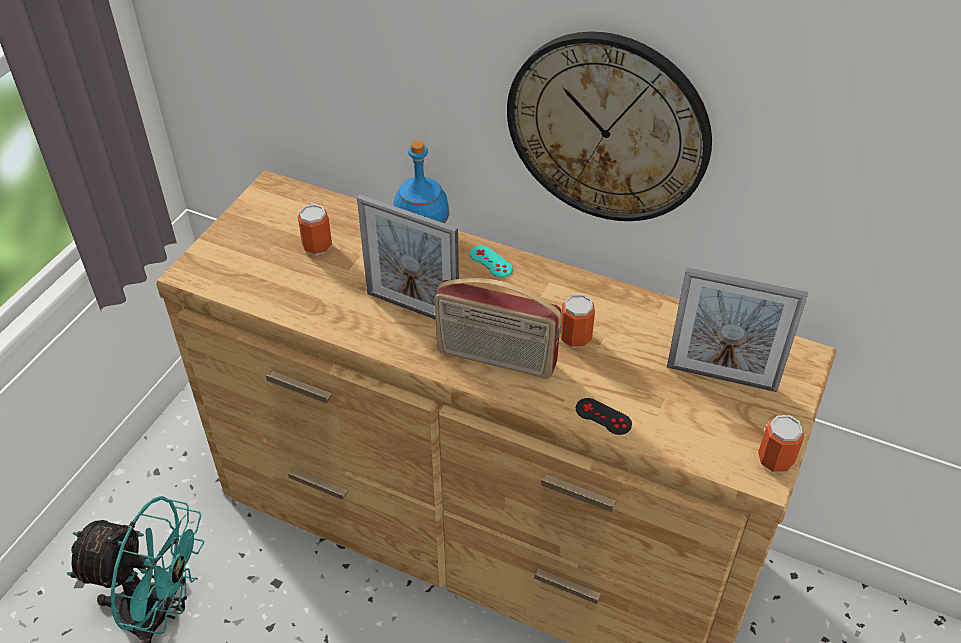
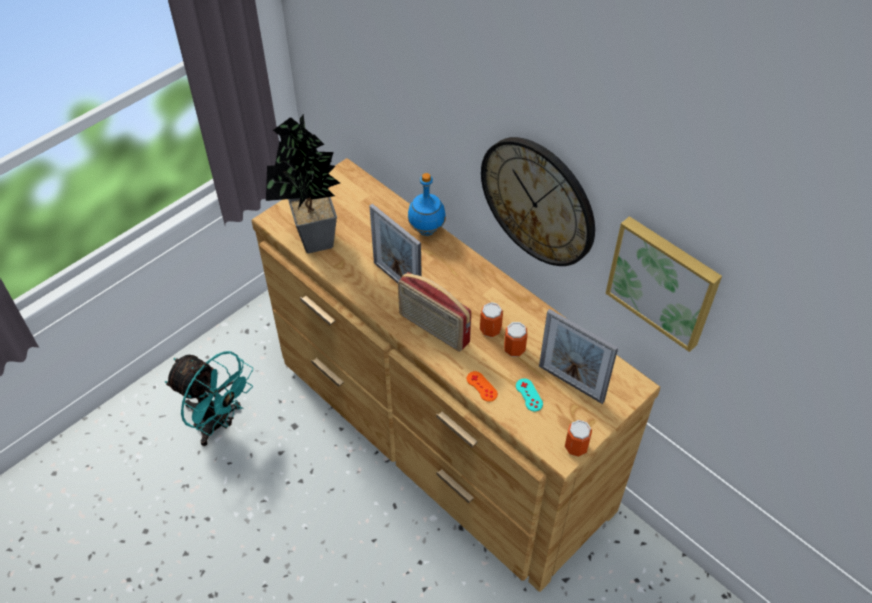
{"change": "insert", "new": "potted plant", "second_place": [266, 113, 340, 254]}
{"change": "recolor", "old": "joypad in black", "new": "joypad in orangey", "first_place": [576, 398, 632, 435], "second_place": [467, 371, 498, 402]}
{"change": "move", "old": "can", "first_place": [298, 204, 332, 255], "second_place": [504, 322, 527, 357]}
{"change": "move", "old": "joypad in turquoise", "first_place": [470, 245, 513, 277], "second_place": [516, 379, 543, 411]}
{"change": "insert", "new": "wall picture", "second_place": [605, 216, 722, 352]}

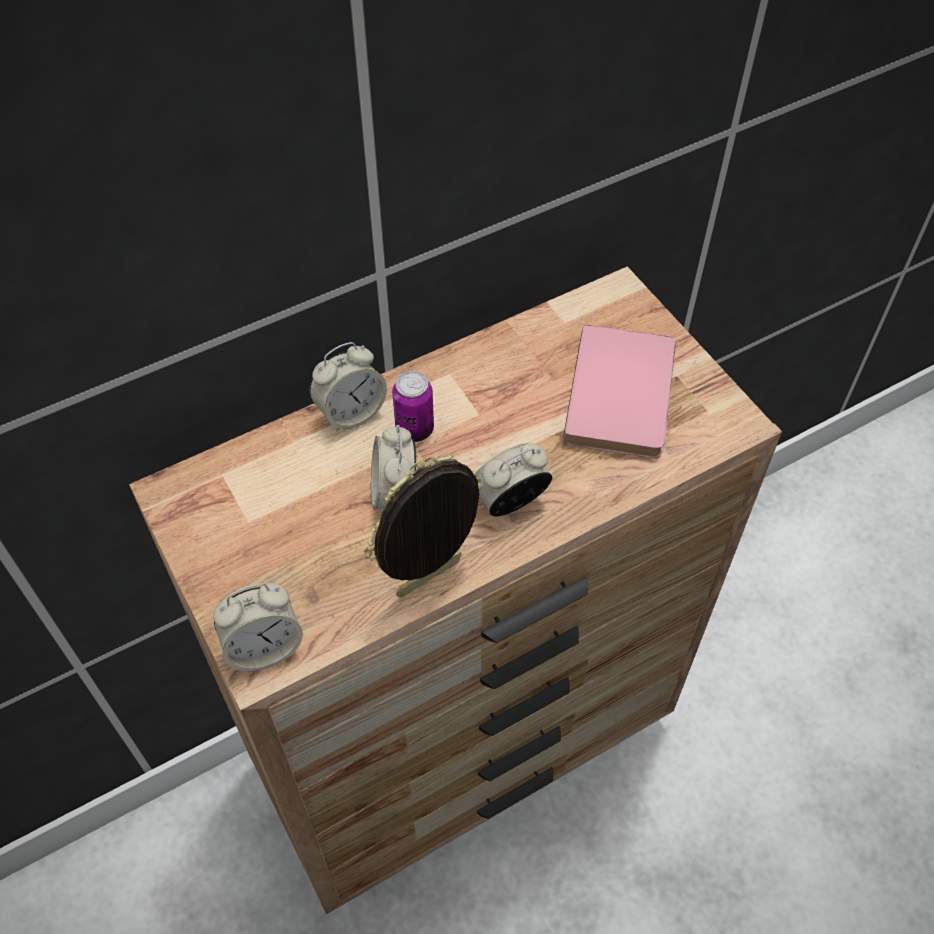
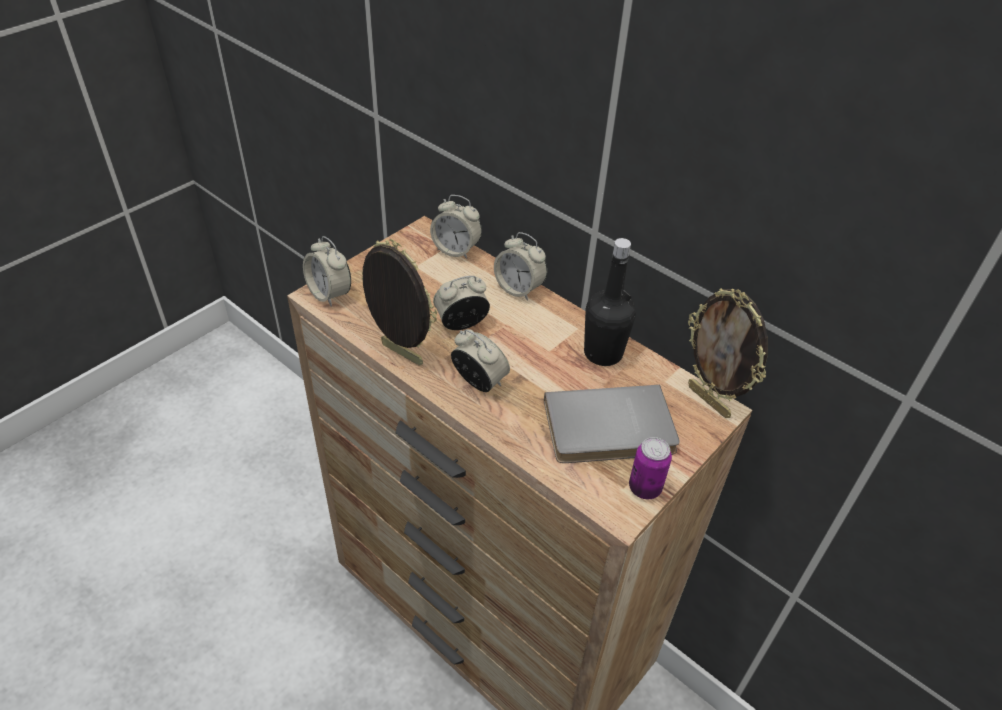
{"change": "insert", "new": "bedside clock", "second_place": [430, 195, 482, 259]}
{"change": "recolor", "old": "book in pinkish", "new": "book in gray", "first_place": [563, 325, 676, 459], "second_place": [544, 385, 680, 463]}
{"change": "insert", "new": "beverage bottle in black", "second_place": [584, 238, 636, 366]}
{"change": "move", "old": "can", "first_place": [392, 371, 434, 442], "second_place": [629, 437, 672, 499]}
{"change": "insert", "new": "photo frame", "second_place": [688, 288, 768, 418]}

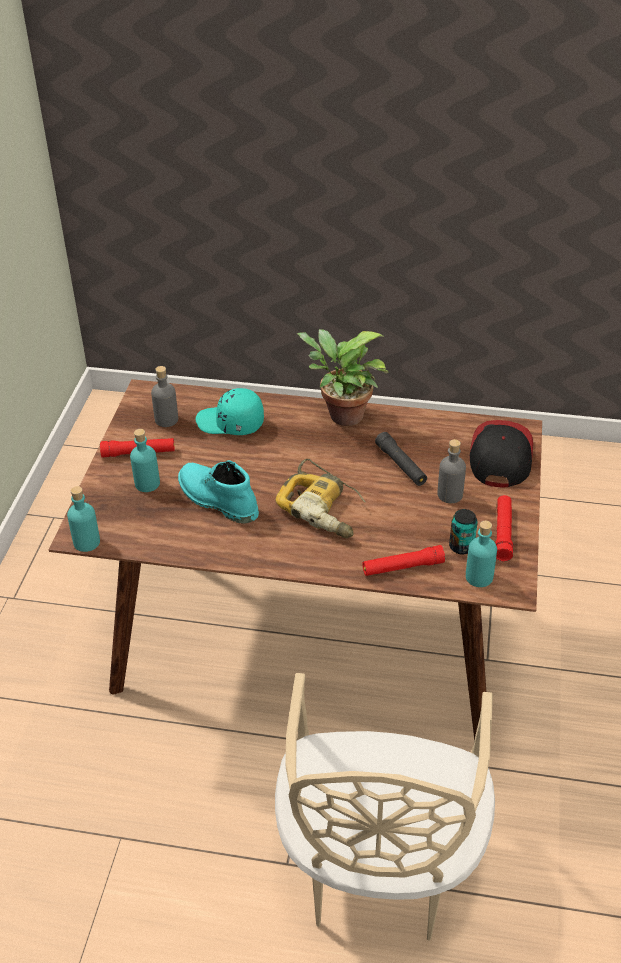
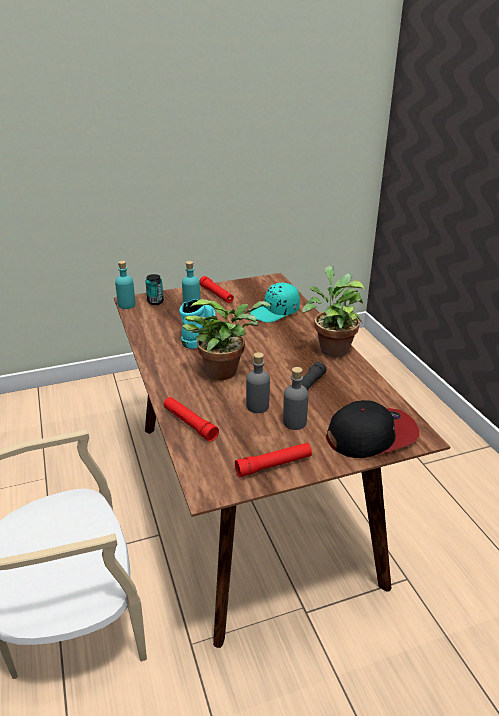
{"change": "move", "old": "can", "first_place": [449, 509, 478, 555], "second_place": [145, 274, 164, 305]}
{"change": "replace", "old": "power drill", "new": "potted plant", "first_place": [275, 459, 366, 538], "second_place": [183, 299, 271, 380]}
{"change": "move", "old": "beverage bottle in gray", "first_place": [151, 366, 178, 427], "second_place": [246, 352, 270, 413]}
{"change": "rotate", "old": "cap in turquoise", "first_place": [196, 388, 264, 435], "second_place": [250, 283, 300, 323], "degrees": -105}
{"change": "delete", "old": "beverage bottle in turquoise", "first_place": [466, 521, 497, 587]}

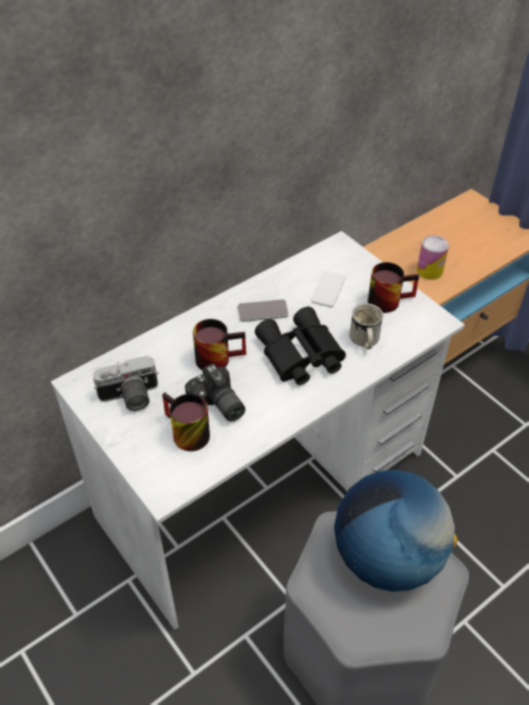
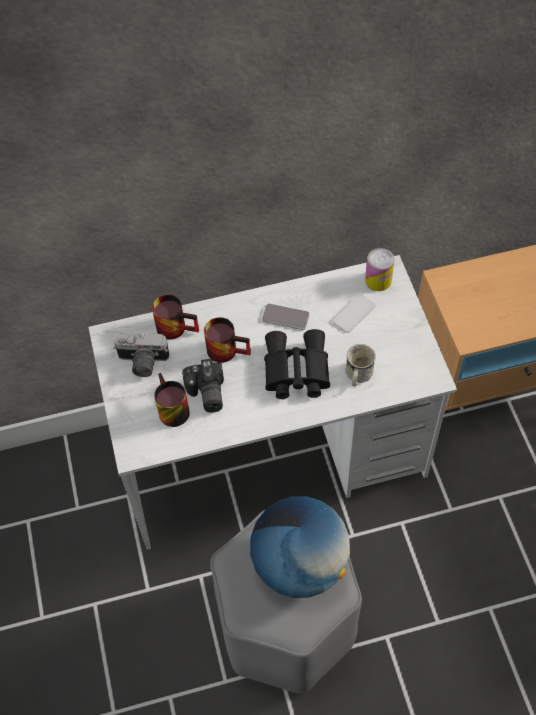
{"change": "move", "old": "coffee mug", "first_place": [368, 262, 419, 313], "second_place": [152, 295, 199, 340]}
{"change": "move", "old": "can", "first_place": [417, 235, 449, 280], "second_place": [365, 248, 394, 291]}

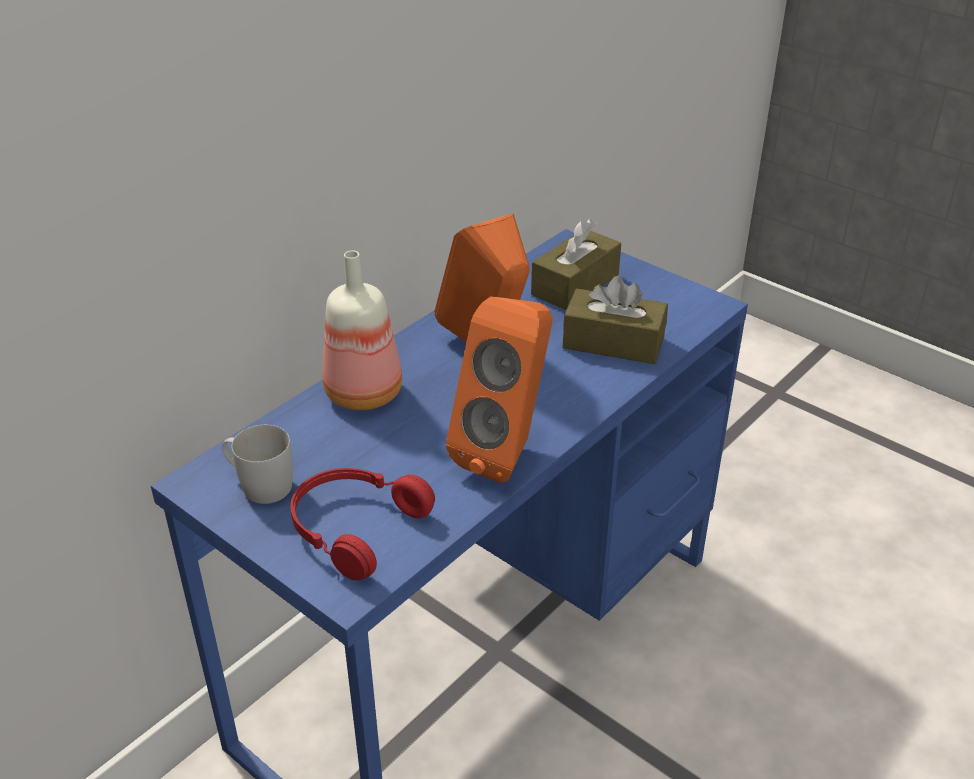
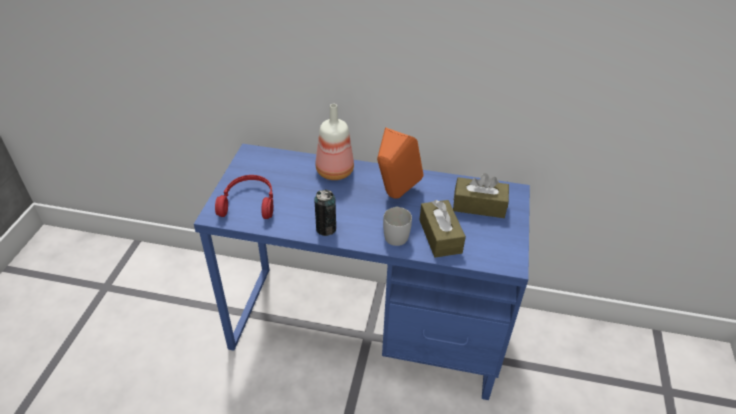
{"change": "replace", "old": "audio speaker in orangey", "new": "can", "first_place": [446, 296, 553, 483], "second_place": [314, 189, 336, 236]}
{"change": "move", "old": "coffee mug in white-coloured", "first_place": [222, 425, 293, 504], "second_place": [383, 206, 412, 246]}

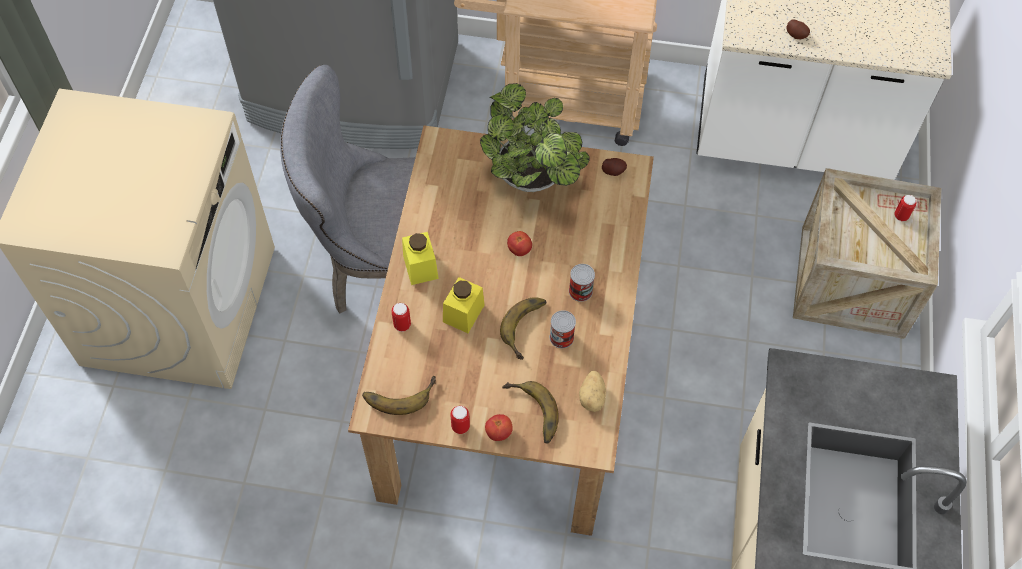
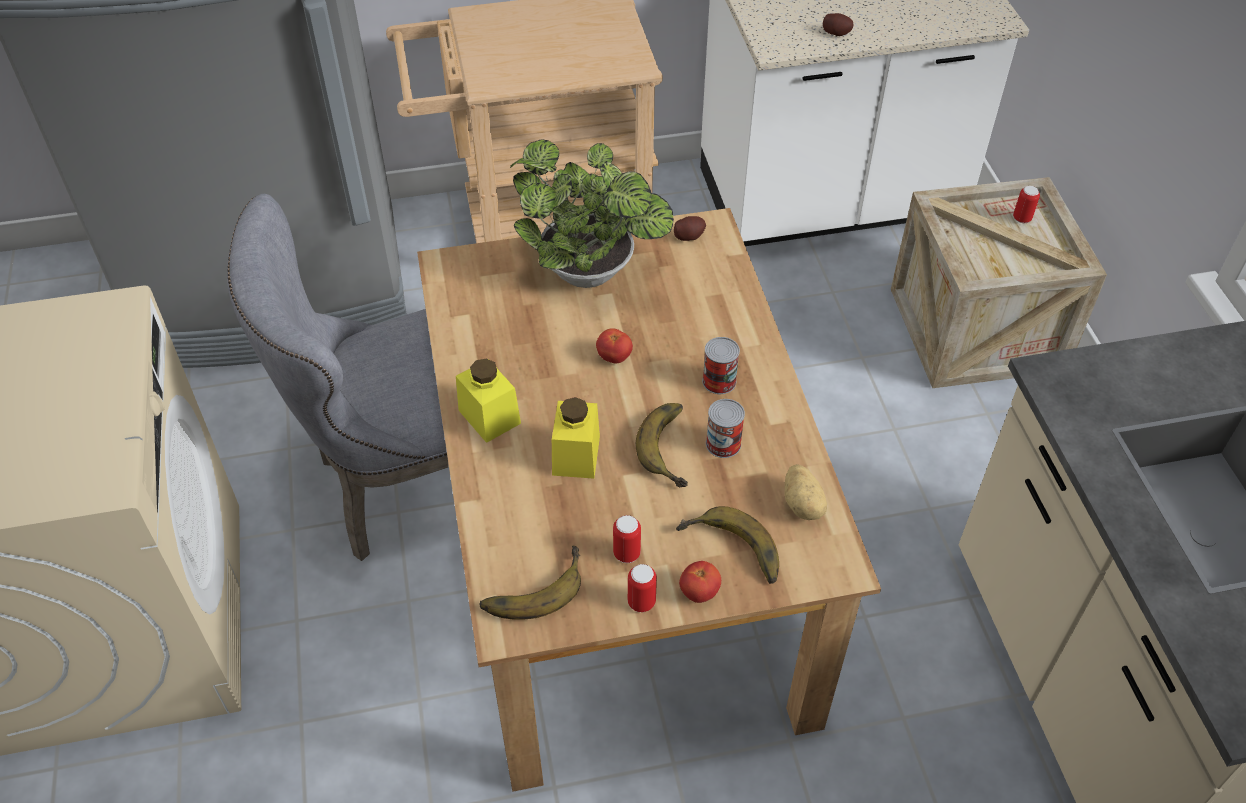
{"change": "move", "old": "can", "first_place": [392, 303, 411, 332], "second_place": [613, 515, 641, 563]}

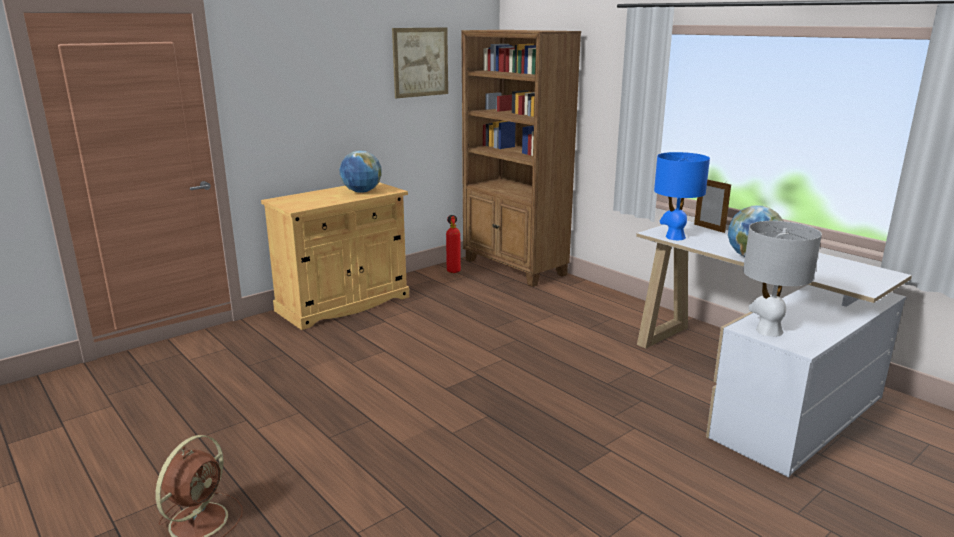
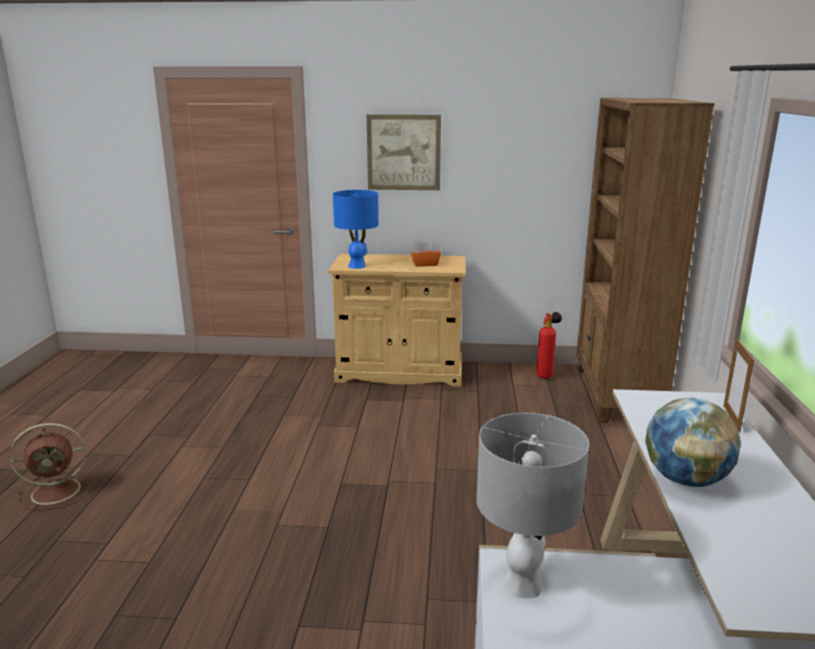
{"change": "move", "old": "table lamp in blue-coloured", "first_place": [654, 152, 710, 240], "second_place": [333, 190, 379, 269]}
{"change": "move", "old": "wall picture", "first_place": [392, 27, 448, 98], "second_place": [367, 114, 441, 190]}
{"change": "replace", "old": "globe", "new": "tissue box in orangey", "first_place": [340, 151, 382, 193], "second_place": [411, 243, 441, 267]}

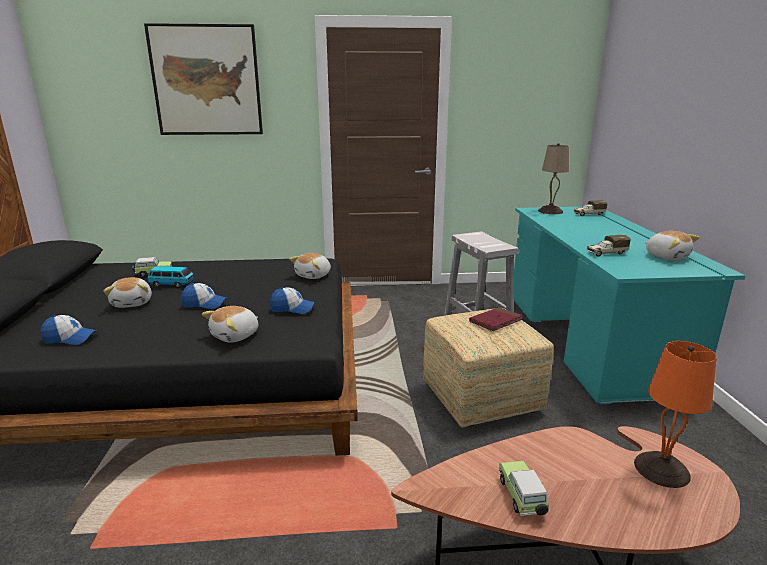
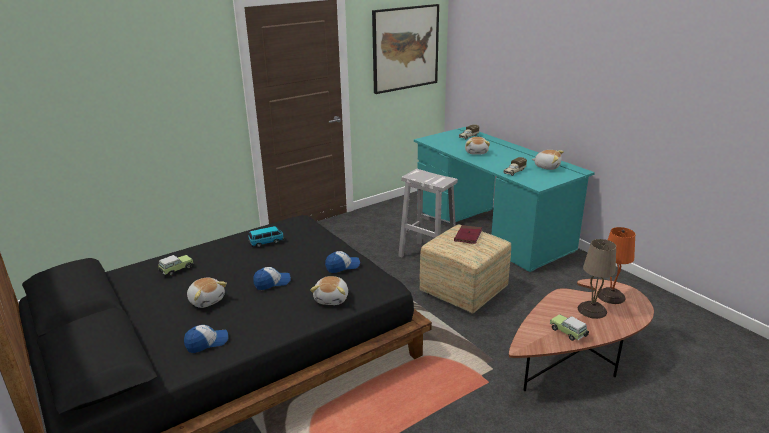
{"change": "move", "old": "model car", "first_place": [148, 266, 195, 288], "second_place": [248, 226, 284, 247]}
{"change": "move", "old": "wall picture", "first_place": [144, 23, 263, 135], "second_place": [372, 4, 439, 94]}
{"change": "move", "old": "plush toy", "first_place": [290, 253, 331, 279], "second_place": [465, 137, 490, 155]}
{"change": "move", "old": "table lamp in beige-coloured", "first_place": [538, 143, 569, 214], "second_place": [578, 239, 616, 319]}

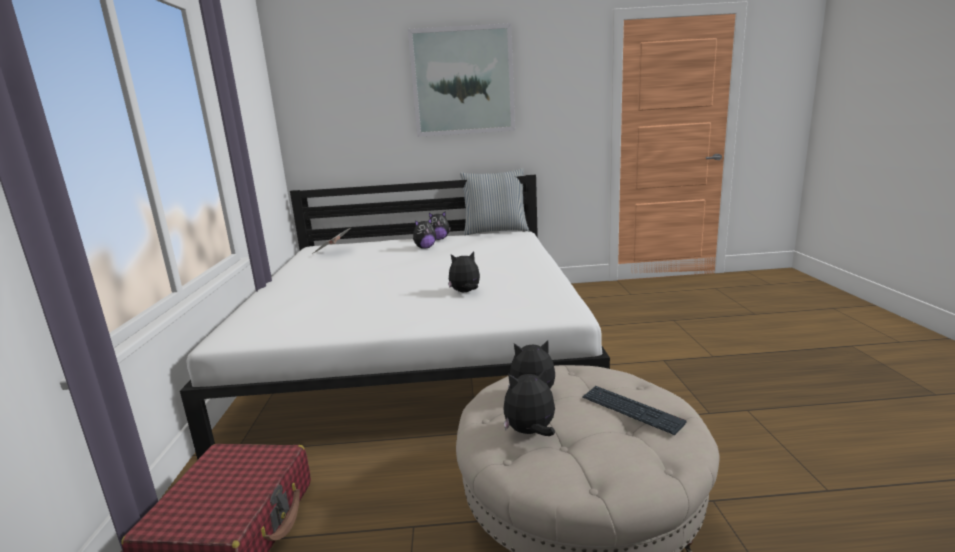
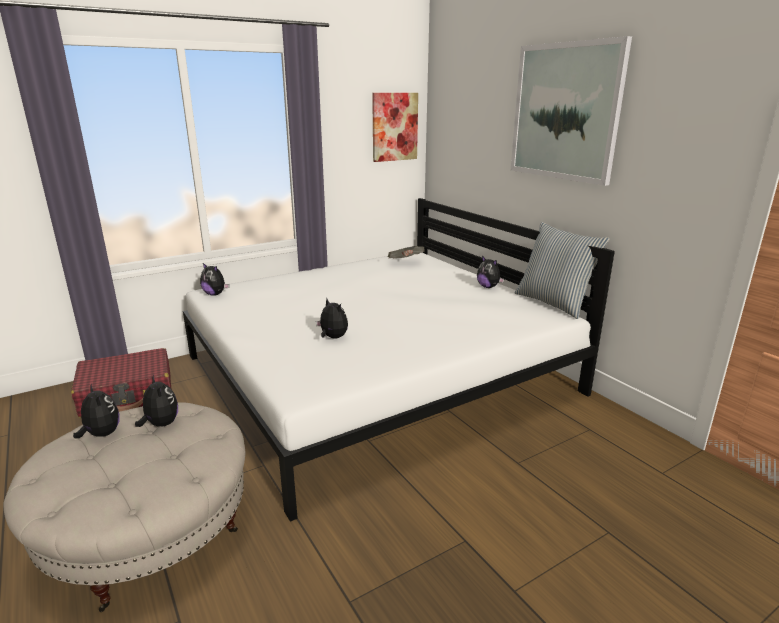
{"change": "move", "old": "plush toy", "first_place": [413, 218, 436, 249], "second_place": [200, 263, 229, 296]}
{"change": "insert", "new": "wall picture", "second_place": [372, 93, 418, 162]}
{"change": "delete", "old": "keyboard", "first_place": [582, 386, 687, 435]}

